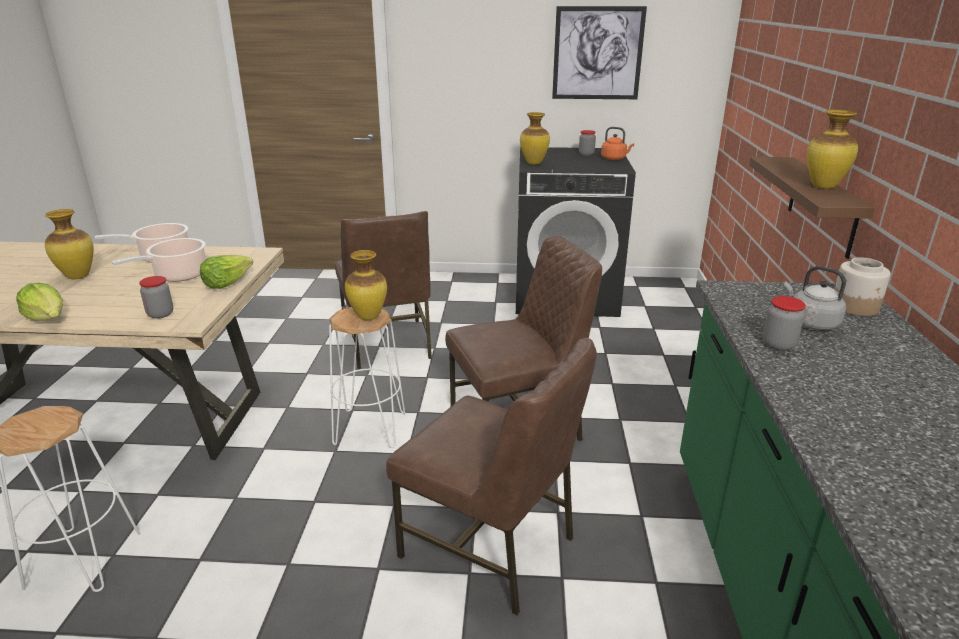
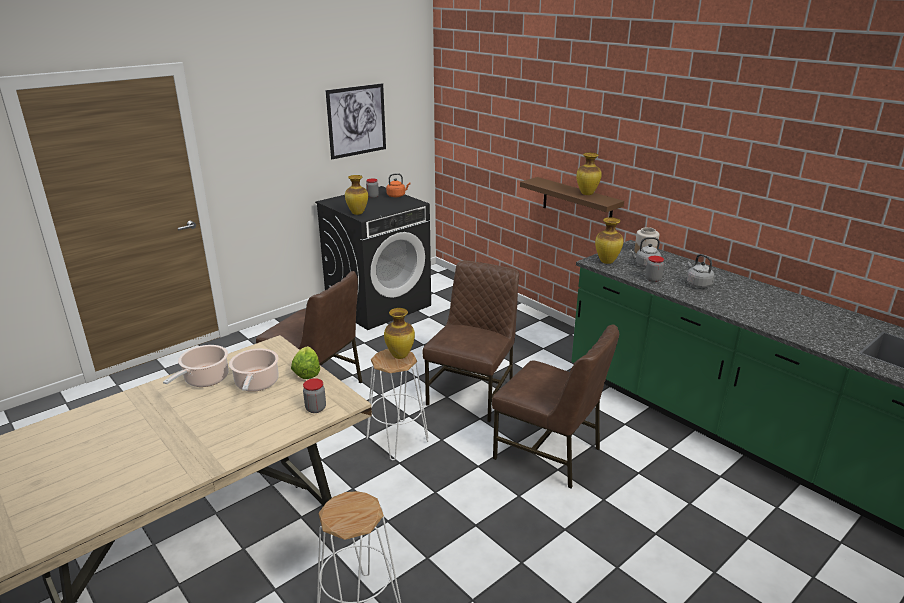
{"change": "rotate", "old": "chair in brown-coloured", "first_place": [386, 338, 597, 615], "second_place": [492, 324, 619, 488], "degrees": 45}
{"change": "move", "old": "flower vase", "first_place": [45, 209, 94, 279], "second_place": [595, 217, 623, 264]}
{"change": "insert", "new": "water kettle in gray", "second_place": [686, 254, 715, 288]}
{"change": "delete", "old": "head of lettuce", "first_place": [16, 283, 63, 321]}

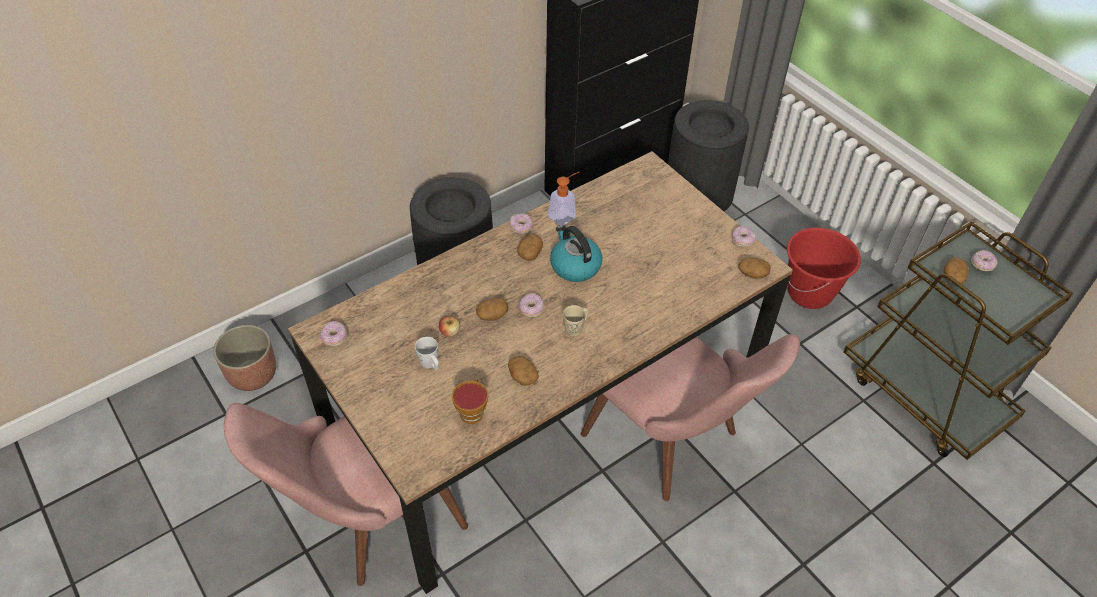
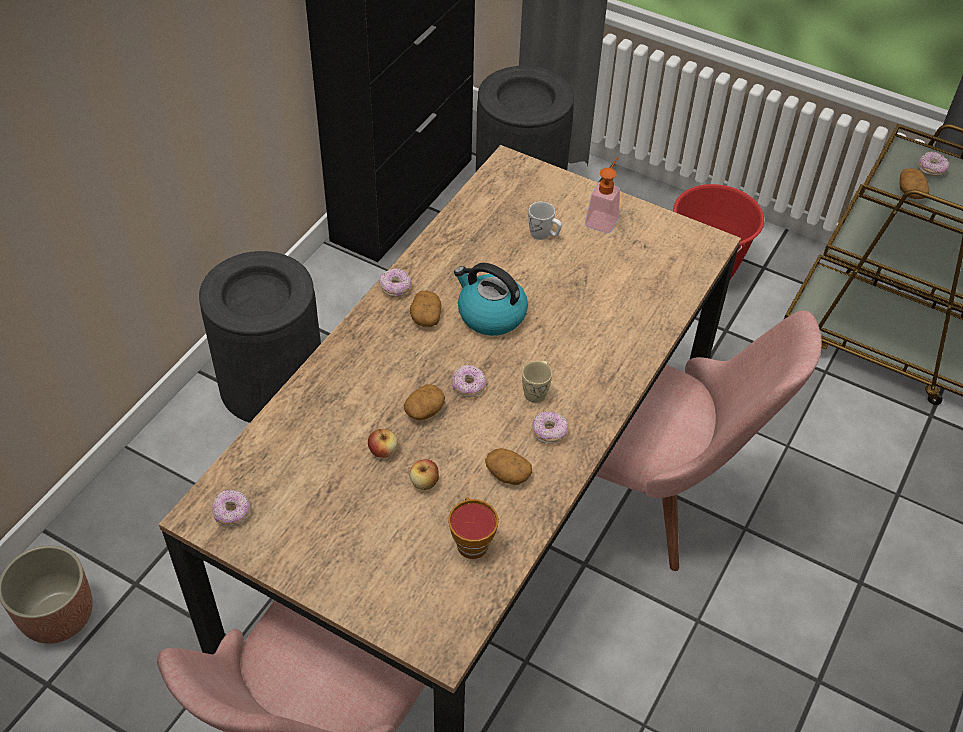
{"change": "insert", "new": "apple", "second_place": [409, 459, 439, 490]}
{"change": "move", "old": "coffee mug in white-coloured", "first_place": [415, 337, 439, 370], "second_place": [528, 202, 562, 240]}
{"change": "move", "old": "doughnut", "first_place": [731, 226, 756, 247], "second_place": [532, 411, 568, 444]}
{"change": "move", "old": "soap dispenser", "first_place": [548, 172, 579, 225], "second_place": [585, 157, 620, 233]}
{"change": "delete", "old": "spud", "first_place": [739, 258, 771, 279]}

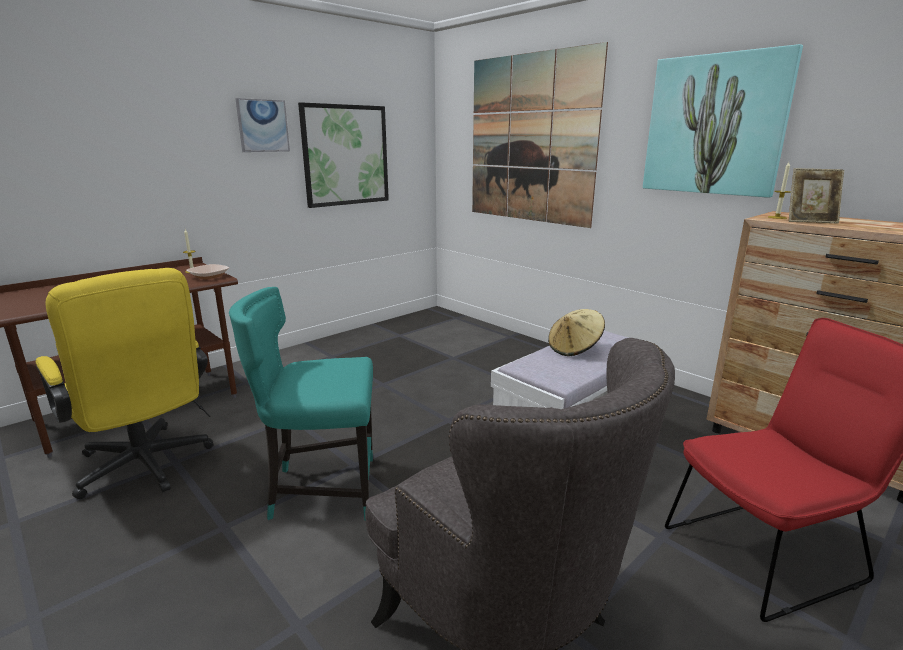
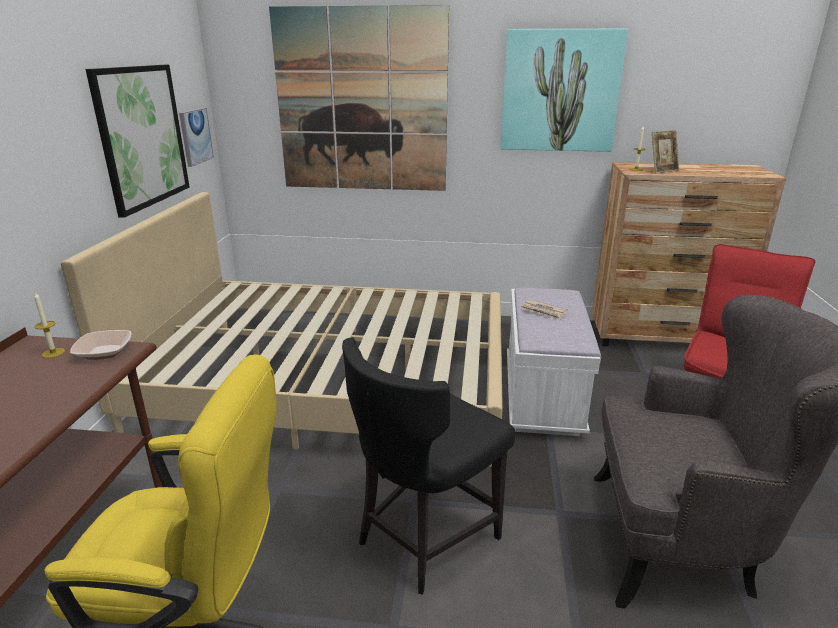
{"change": "insert", "new": "sleeping bed in beige-coloured", "second_place": [61, 192, 503, 467]}
{"change": "move", "old": "wall picture", "first_place": [235, 98, 290, 152], "second_place": [179, 108, 214, 167]}
{"change": "recolor", "old": "chair in turquoise", "new": "chair in black", "first_place": [229, 287, 373, 521], "second_place": [342, 337, 515, 595]}
{"change": "replace", "old": "wearable hat in beige-coloured", "new": "daily paper", "first_place": [548, 309, 605, 356], "second_place": [521, 299, 568, 320]}

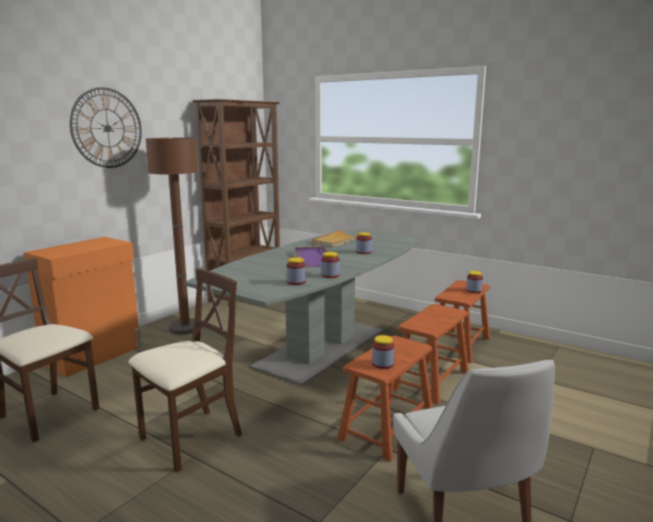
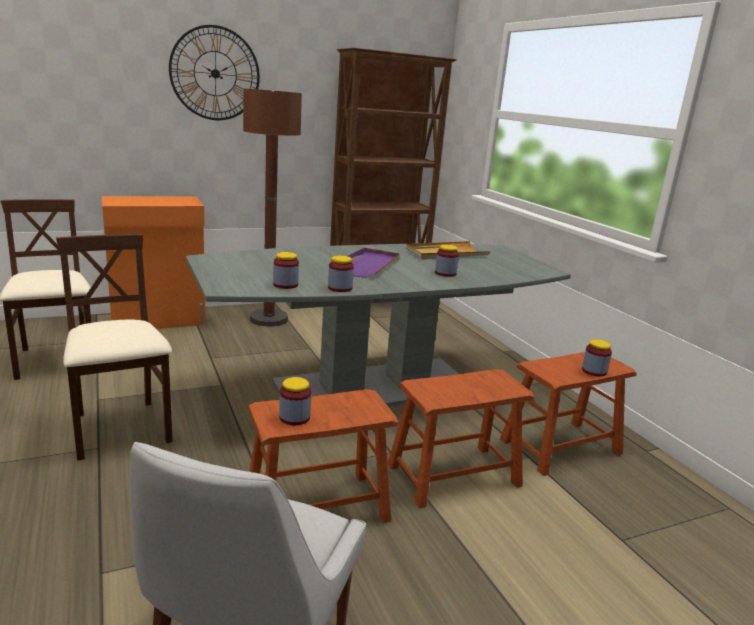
{"change": "rotate", "old": "chair in beige-coloured", "first_place": [128, 268, 242, 472], "second_place": [56, 234, 173, 461], "degrees": -105}

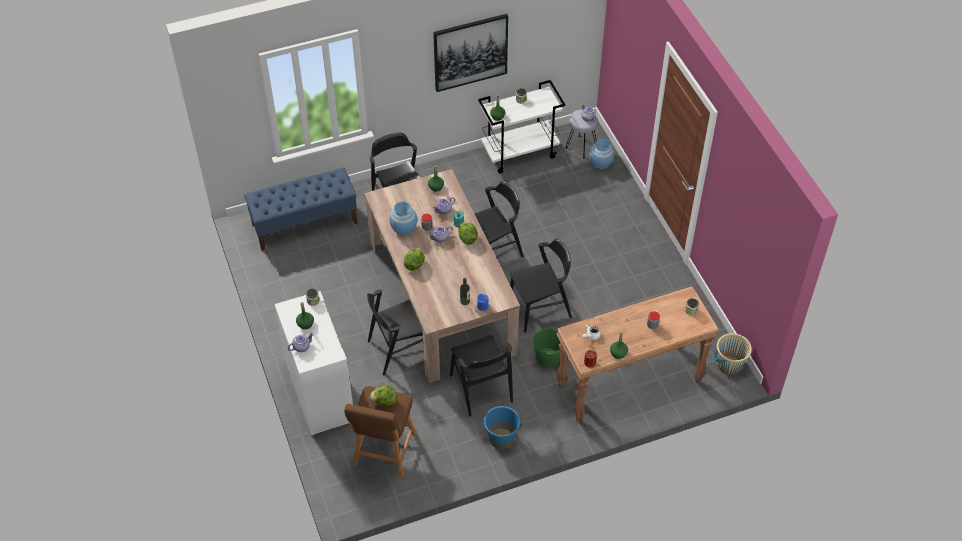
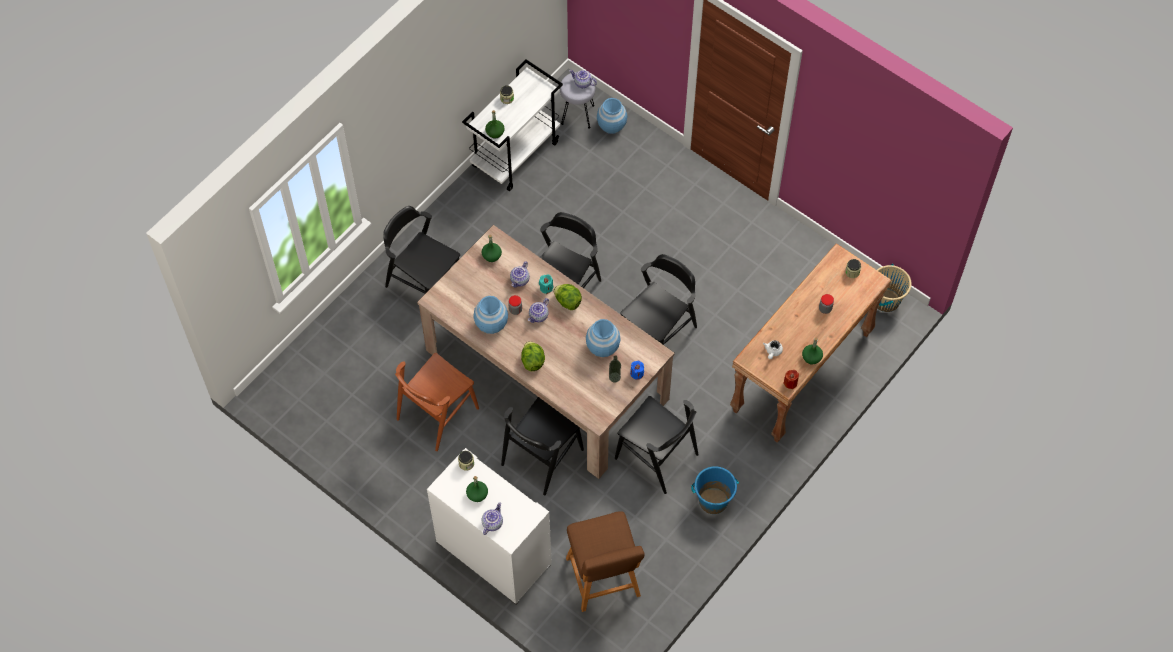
{"change": "insert", "new": "chair in brown-coloured", "second_place": [395, 353, 479, 451]}
{"change": "insert", "new": "flower vase in blue-coloured", "second_place": [586, 319, 621, 357]}
{"change": "delete", "old": "bench in blue-coloured", "first_place": [244, 167, 358, 251]}
{"change": "delete", "old": "head of lettuce", "first_place": [370, 386, 397, 406]}
{"change": "delete", "old": "wall picture", "first_place": [433, 14, 508, 92]}
{"change": "delete", "old": "pail in green-coloured", "first_place": [533, 327, 560, 368]}

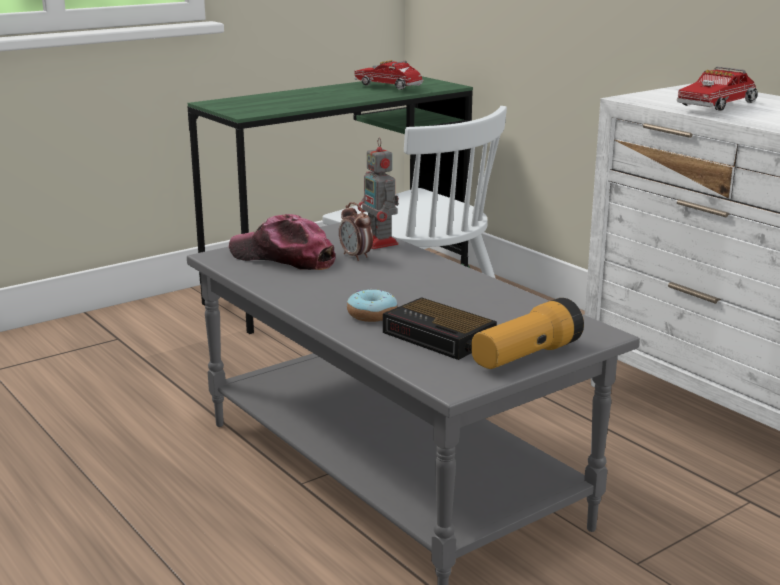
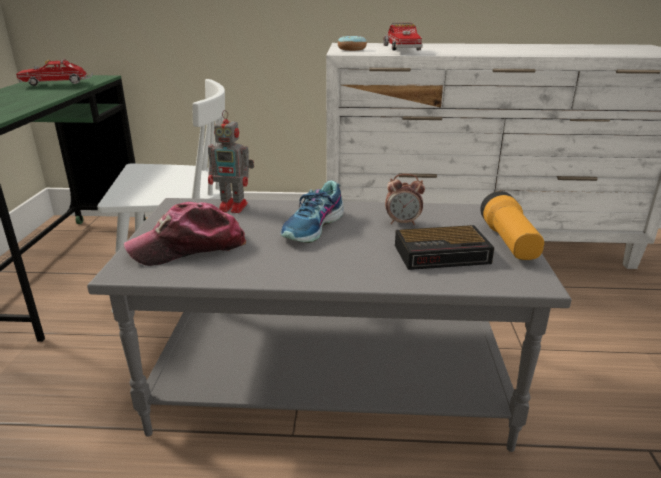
{"change": "insert", "new": "shoe", "second_place": [280, 181, 344, 243]}
{"change": "move", "old": "doughnut", "first_place": [347, 289, 397, 322], "second_place": [338, 36, 367, 51]}
{"change": "move", "old": "bedside clock", "first_place": [339, 202, 373, 261], "second_place": [385, 174, 425, 225]}

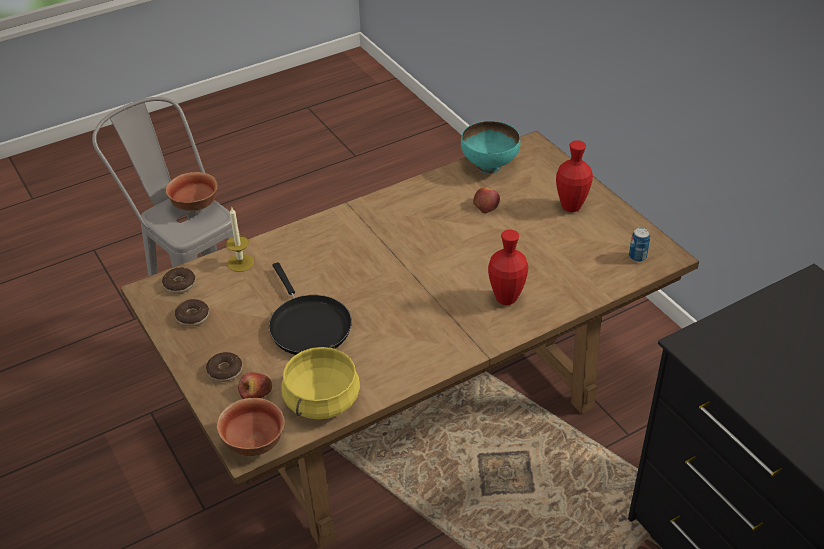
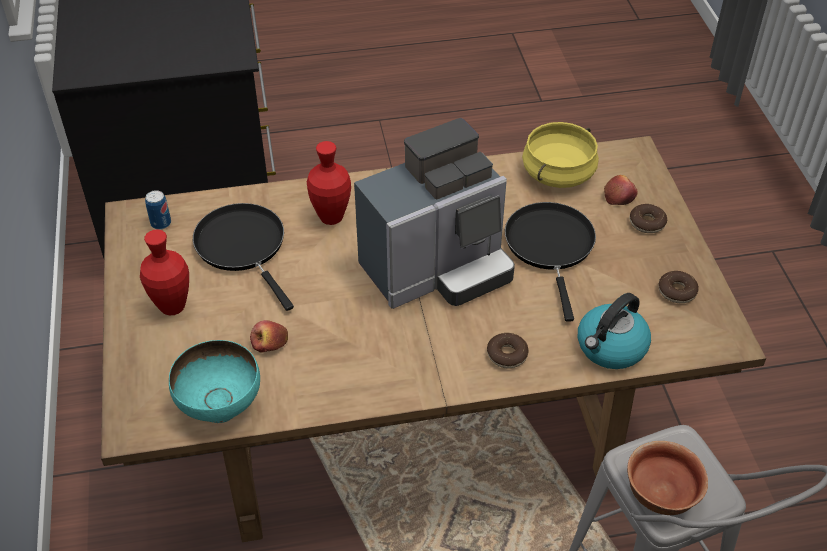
{"change": "insert", "new": "frying pan in black", "second_place": [193, 203, 294, 311]}
{"change": "insert", "new": "coffee brewer", "second_place": [354, 118, 515, 309]}
{"change": "move", "old": "doughnut", "first_place": [162, 267, 195, 294], "second_place": [487, 333, 529, 369]}
{"change": "replace", "old": "wax light", "new": "water kettle", "first_place": [226, 206, 254, 272], "second_place": [578, 293, 651, 369]}
{"change": "delete", "old": "serving bowl", "first_place": [217, 398, 285, 456]}

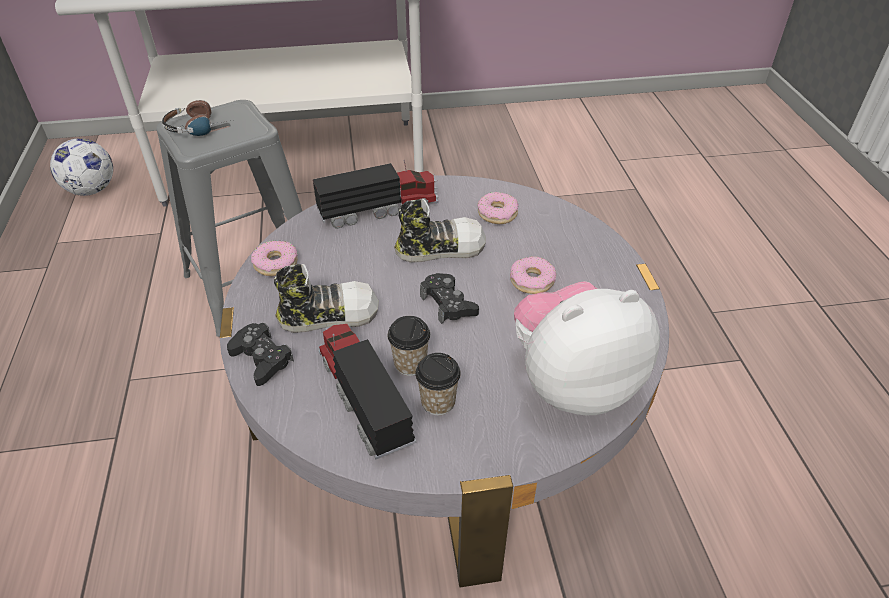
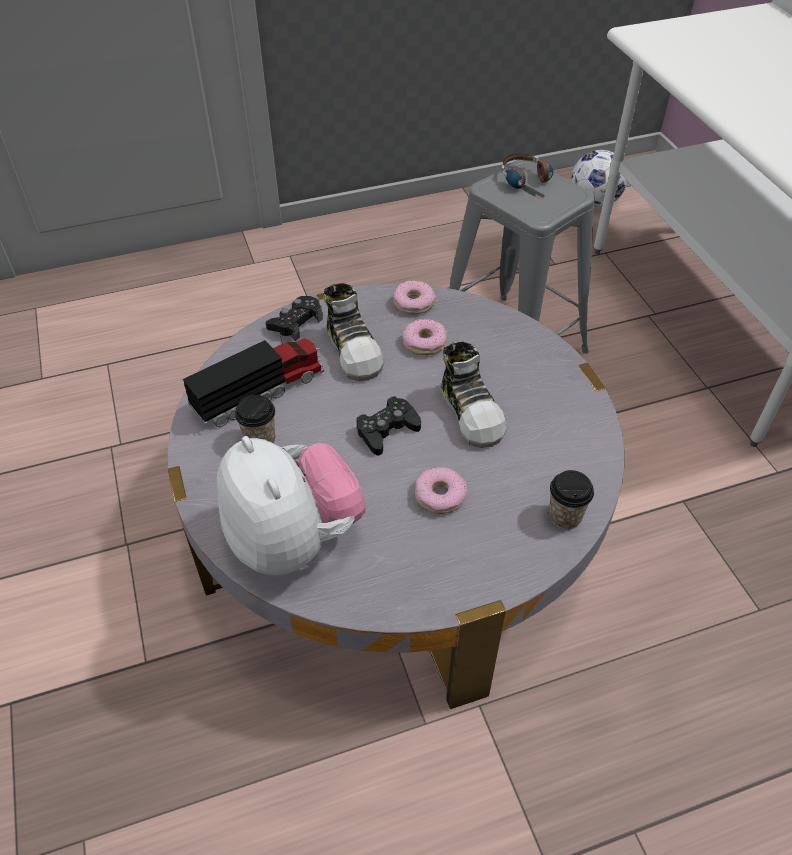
{"change": "move", "old": "doughnut", "first_place": [477, 192, 519, 224], "second_place": [403, 319, 447, 355]}
{"change": "move", "old": "cup", "first_place": [388, 316, 430, 376], "second_place": [549, 470, 594, 530]}
{"change": "delete", "old": "toy lorry", "first_place": [313, 160, 439, 229]}

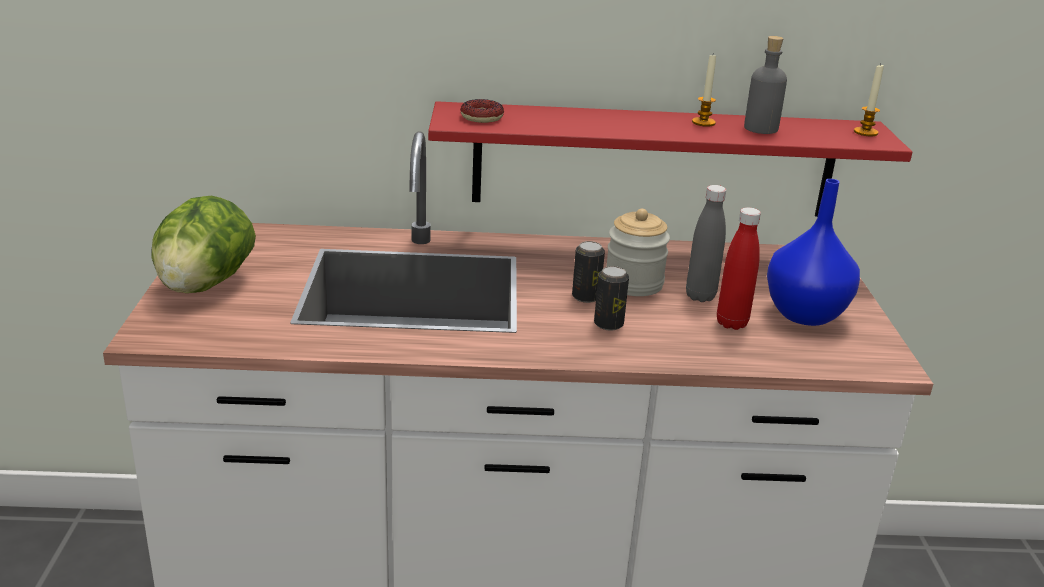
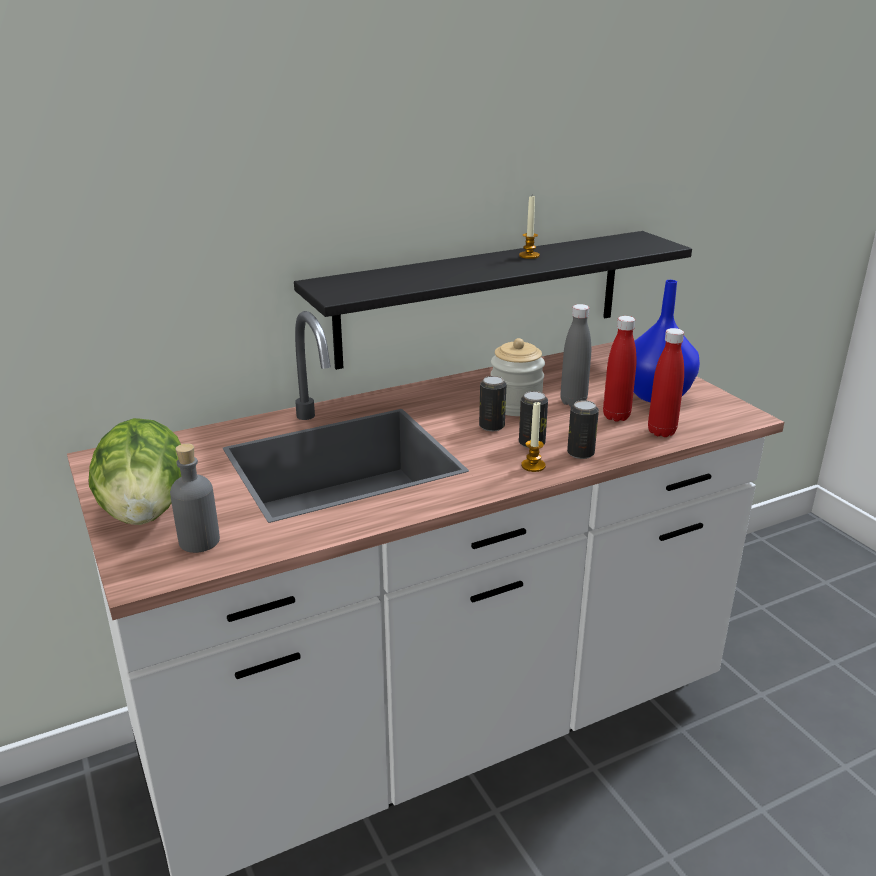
{"change": "move", "old": "beverage bottle in gray", "first_place": [744, 36, 787, 134], "second_place": [170, 443, 220, 553]}
{"change": "recolor", "old": "shelf in red-coloured", "new": "shelf in black", "first_place": [428, 101, 912, 217], "second_place": [294, 231, 692, 370]}
{"change": "move", "old": "wax light", "first_place": [854, 64, 884, 136], "second_place": [521, 402, 546, 472]}
{"change": "insert", "new": "can", "second_place": [567, 400, 599, 459]}
{"change": "insert", "new": "beverage bottle in red-coloured", "second_place": [648, 328, 684, 437]}
{"change": "delete", "old": "doughnut", "first_place": [460, 99, 504, 123]}

